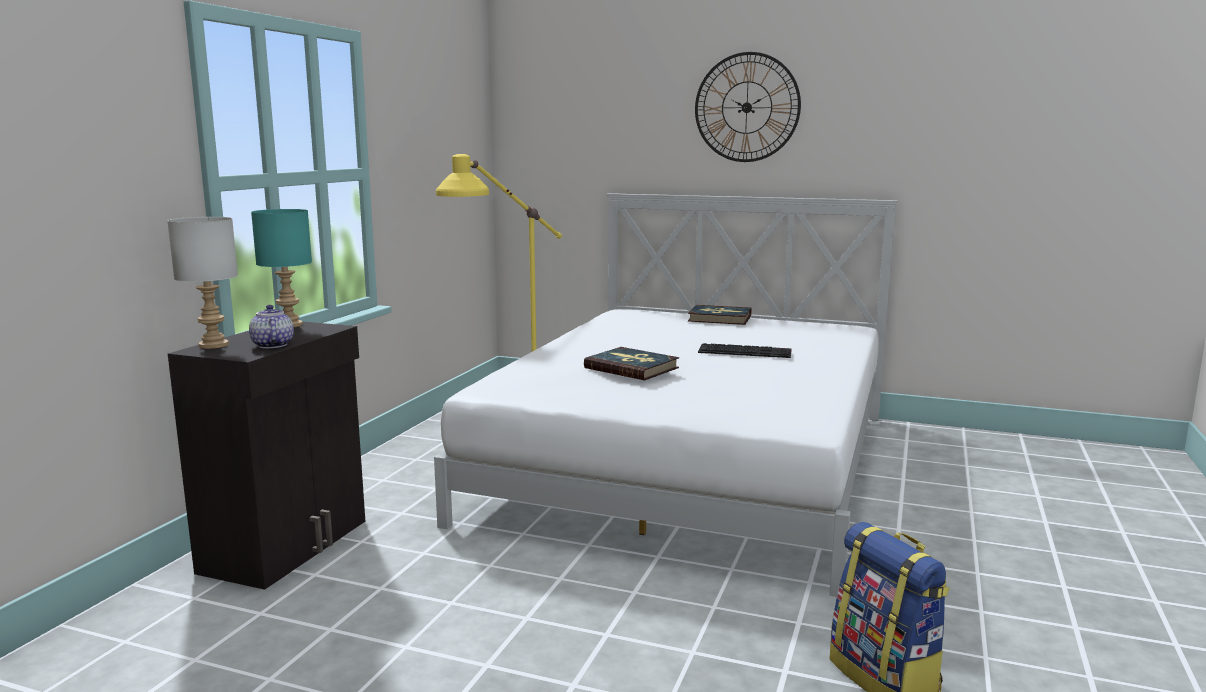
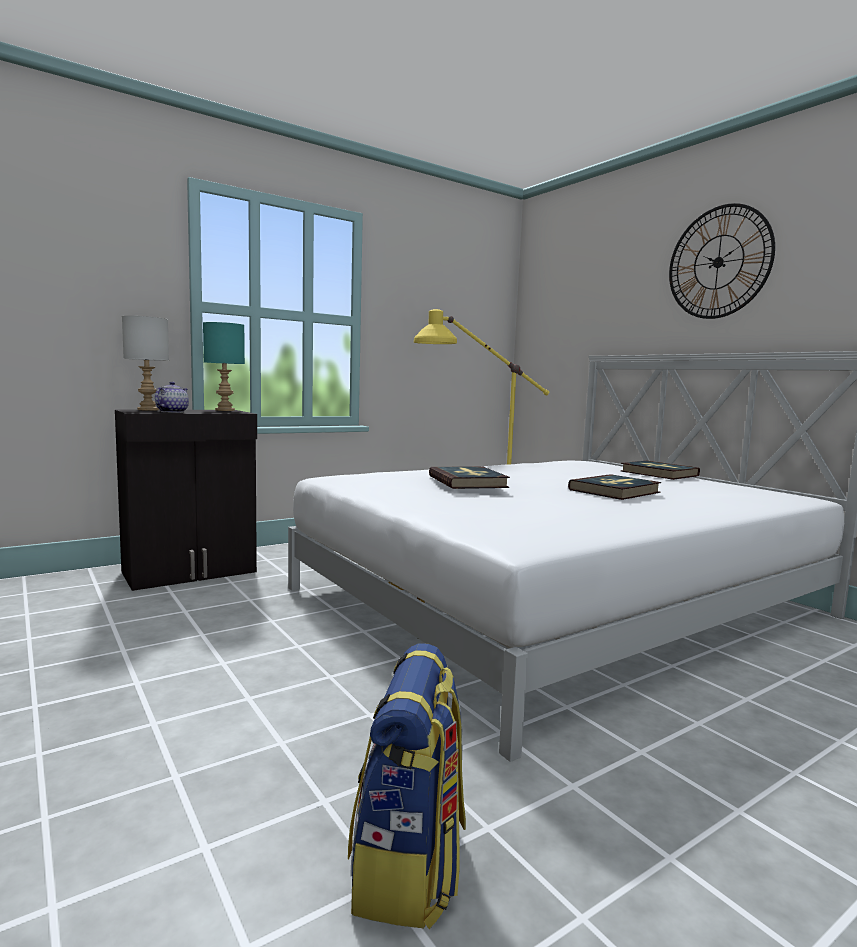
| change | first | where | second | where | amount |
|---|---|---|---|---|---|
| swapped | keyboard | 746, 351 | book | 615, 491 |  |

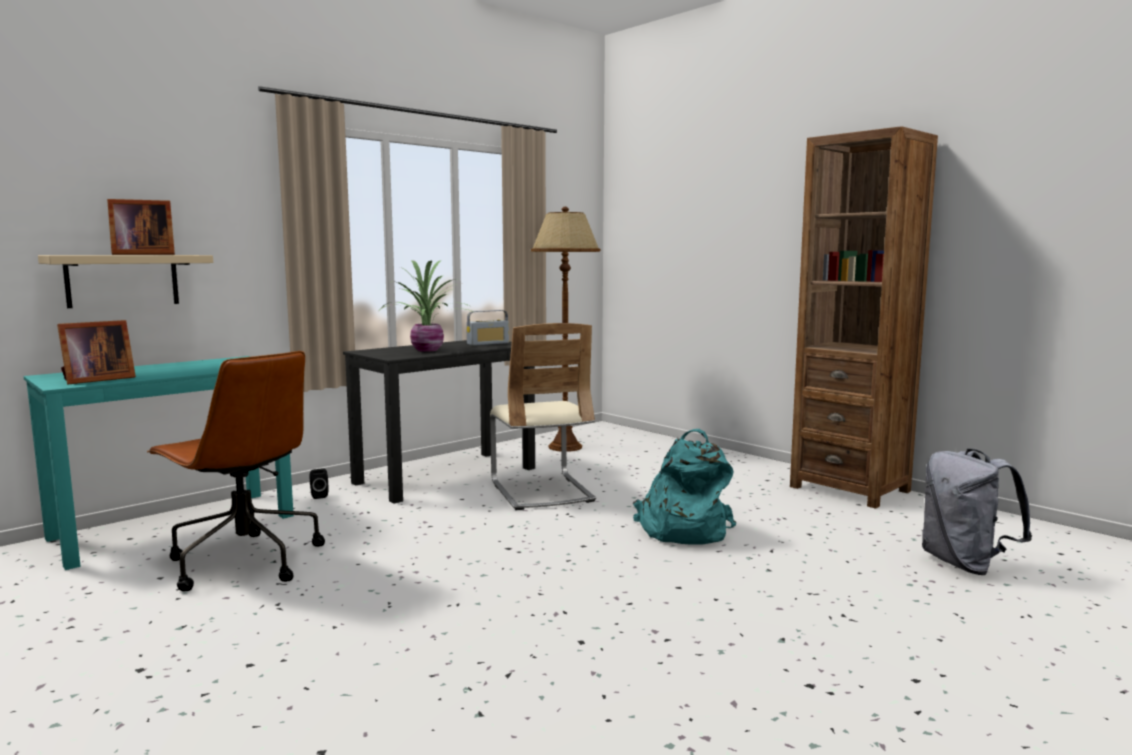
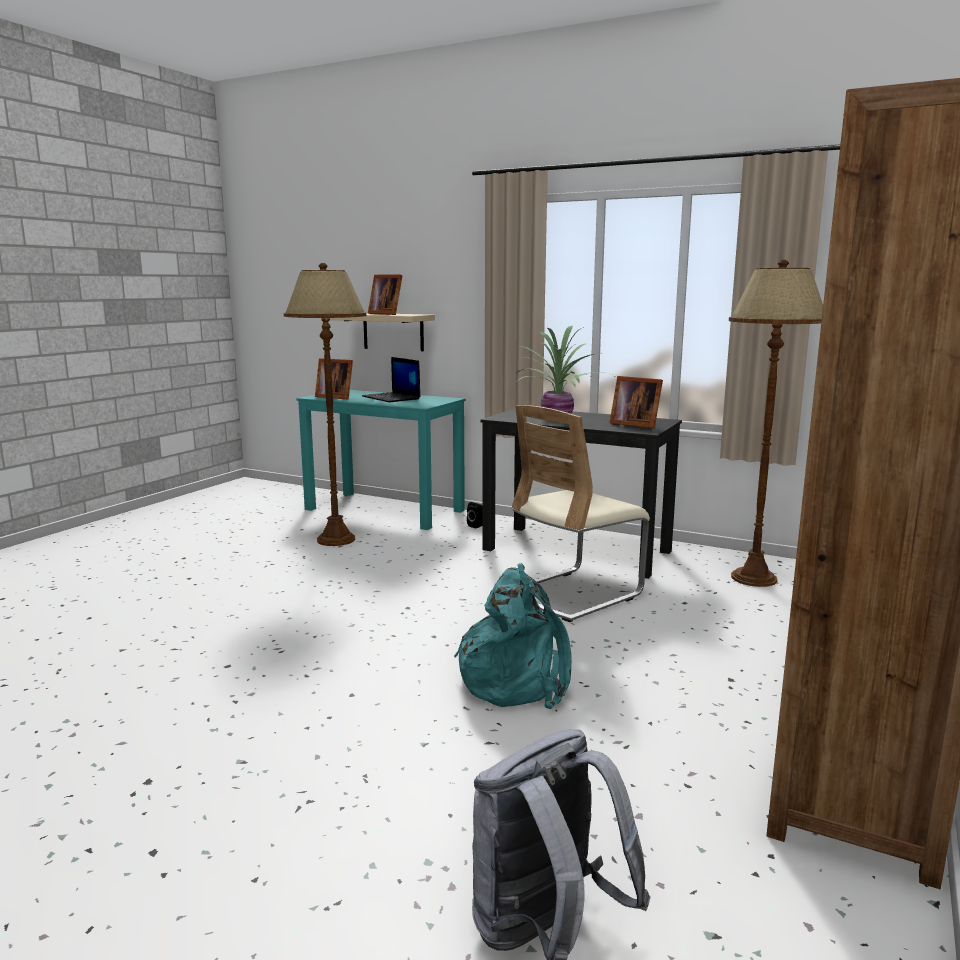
| change | first | where | second | where | amount |
|---|---|---|---|---|---|
| new |  |  | laptop | 392, 398 |  |
| swapped | office chair (brown) | 244, 561 | floor lamp (brown) | 335, 539 |  |
| swapped | radio | 488, 343 | picture frame | 634, 424 |  |

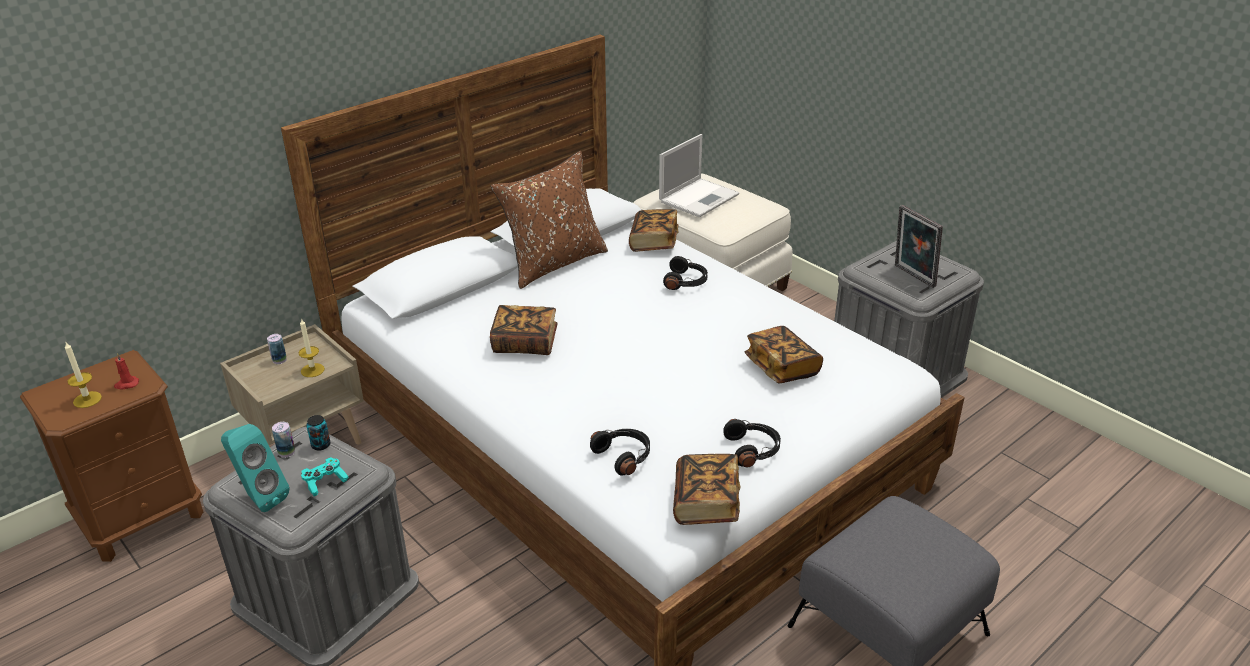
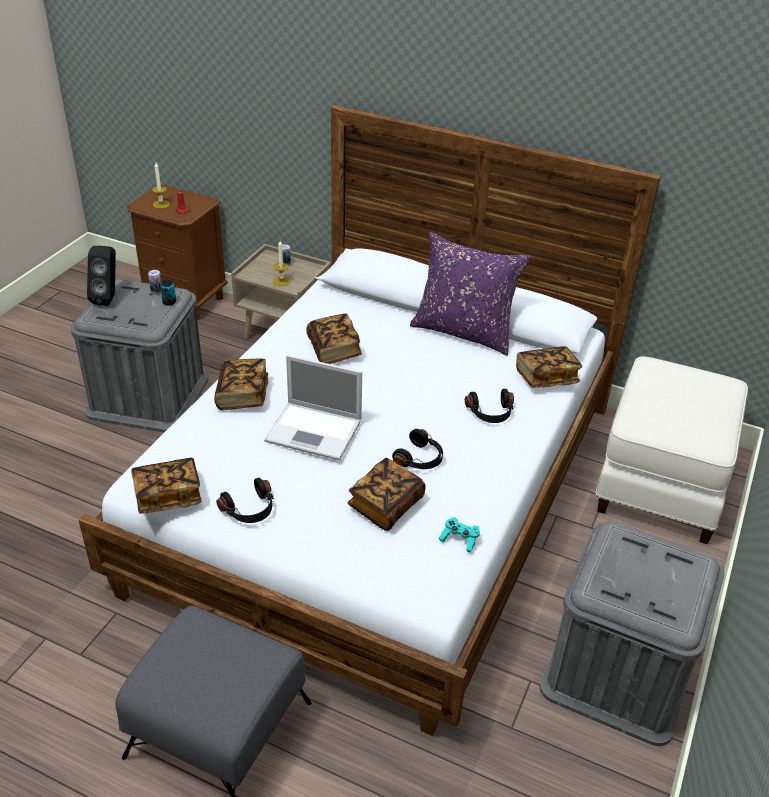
| change | first | where | second | where | amount |
|---|---|---|---|---|---|
| gone | picture frame | 912, 276 |  |  |  |
| new |  |  | book | 242, 395 |  |
| shifted | game controller (turquoise) | 325, 482 |  | 459, 539 |  |
| shifted | headphones (black) | 624, 456 |  | 420, 459 |  |
| shifted | laptop | 699, 197 |  | 315, 431 |  |
| repainted | speaker (turquoise) | 260, 498 | speaker (black) | 108, 298 |  |
| repainted | pillow (brown) | 553, 263 | pillow (purple) | 464, 332 |  |

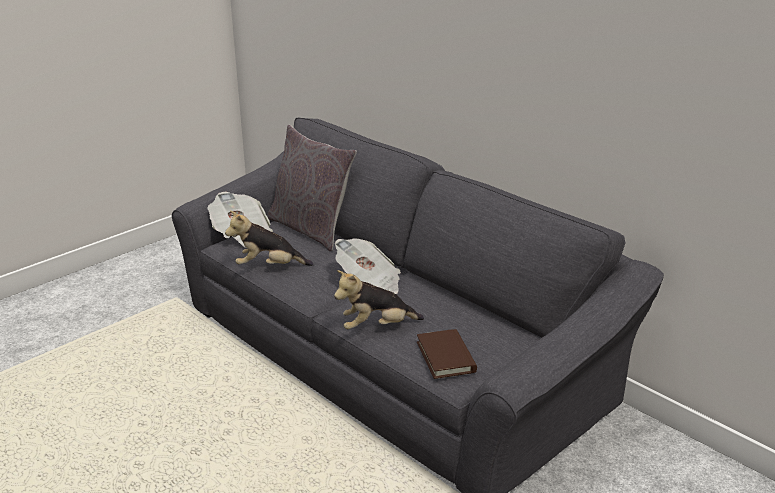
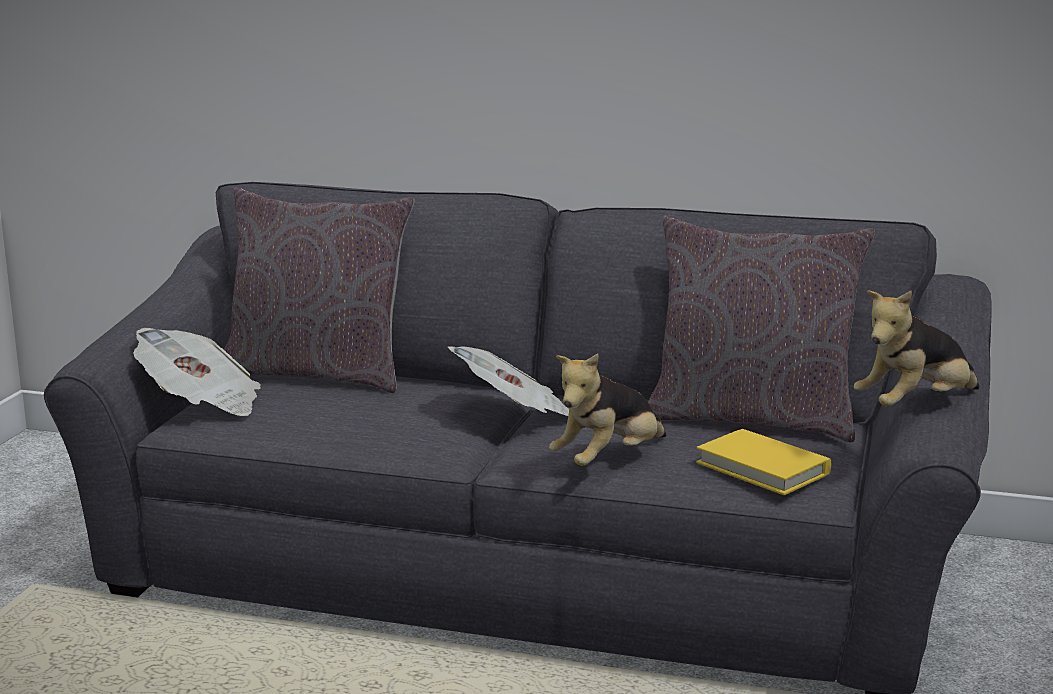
| change | first | where | second | where | amount |
|---|---|---|---|---|---|
| new |  |  | pillow (grey) | 751, 419 |  |
| shifted | plush toy | 269, 266 |  | 915, 406 |  |
| repainted | book (brown) | 446, 357 | book (yellow) | 762, 468 |  |

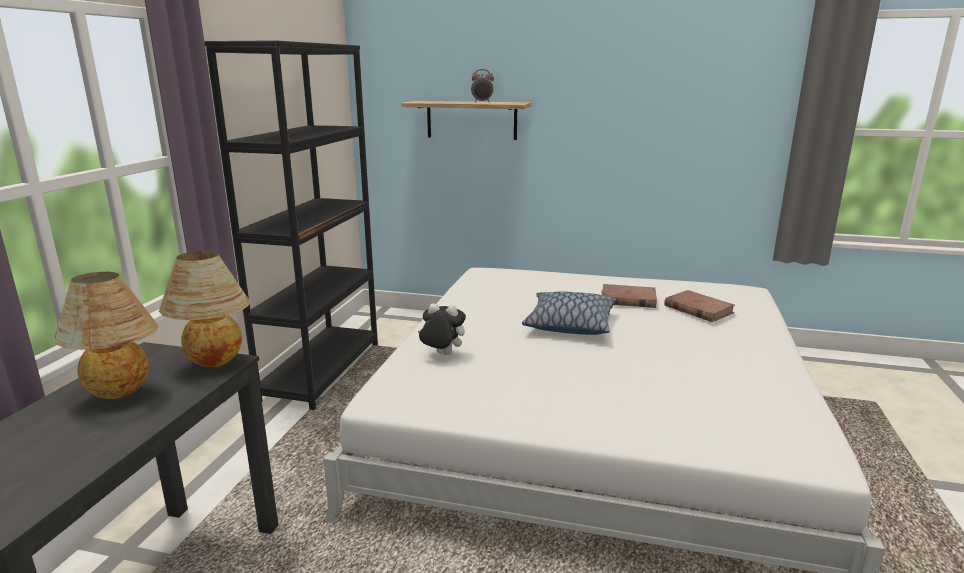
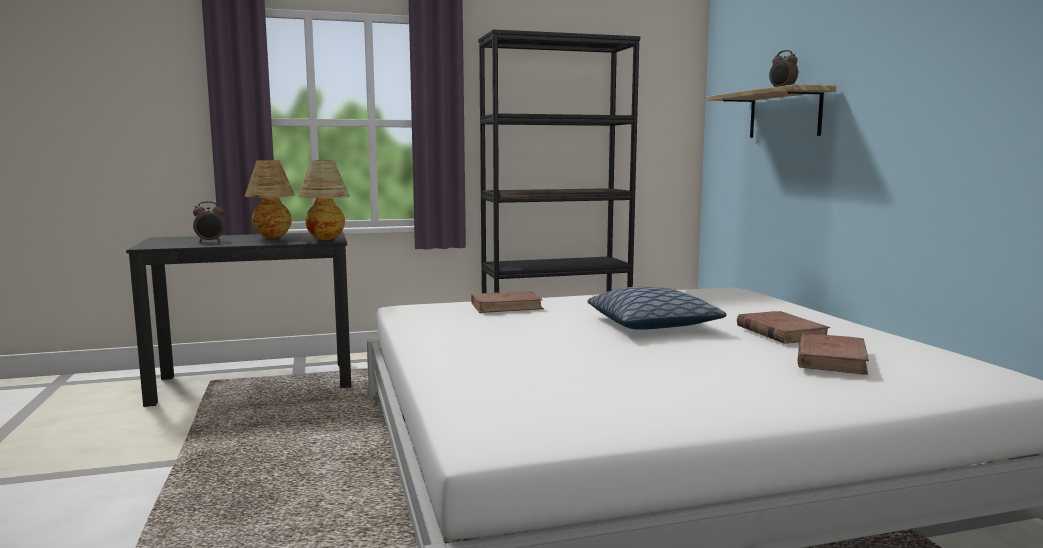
| change | first | where | second | where | amount |
|---|---|---|---|---|---|
| new |  |  | alarm clock | 210, 241 |  |
| swapped | plush toy | 441, 354 | book (brown) | 506, 306 |  |

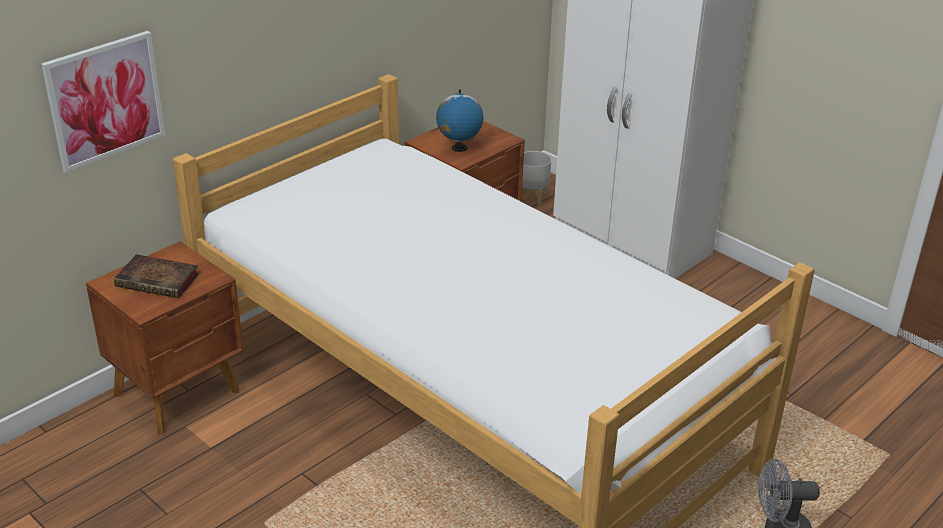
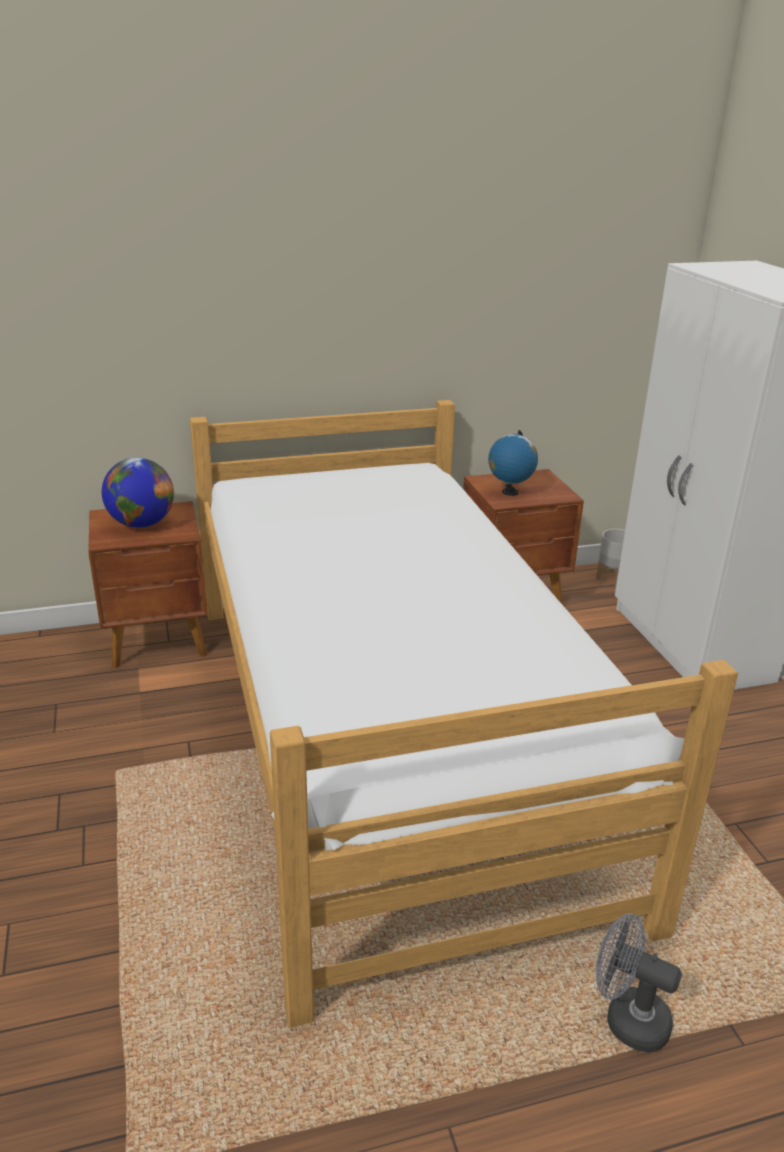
| change | first | where | second | where | amount |
|---|---|---|---|---|---|
| gone | picture | 105, 100 |  |  |  |
| swapped | book | 159, 281 | globe | 142, 524 |  |

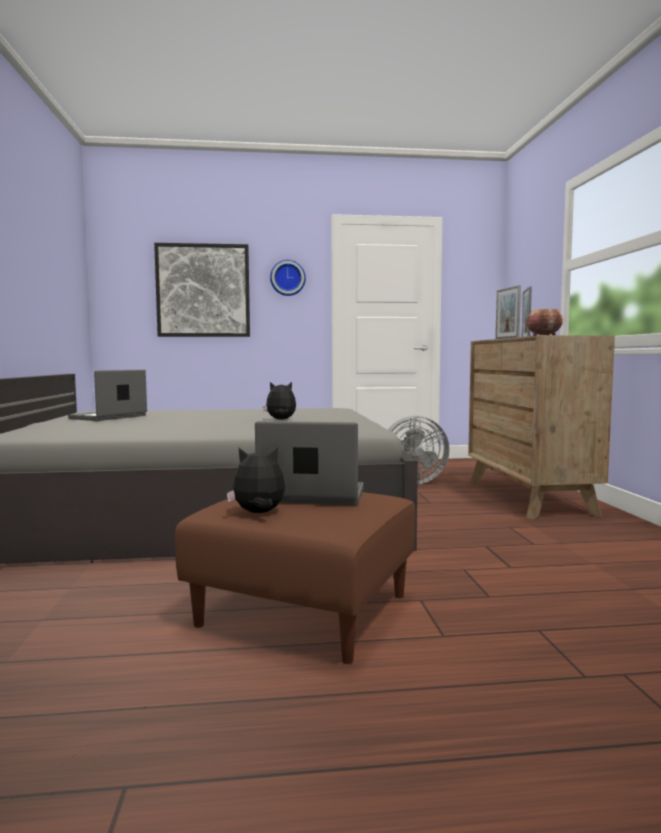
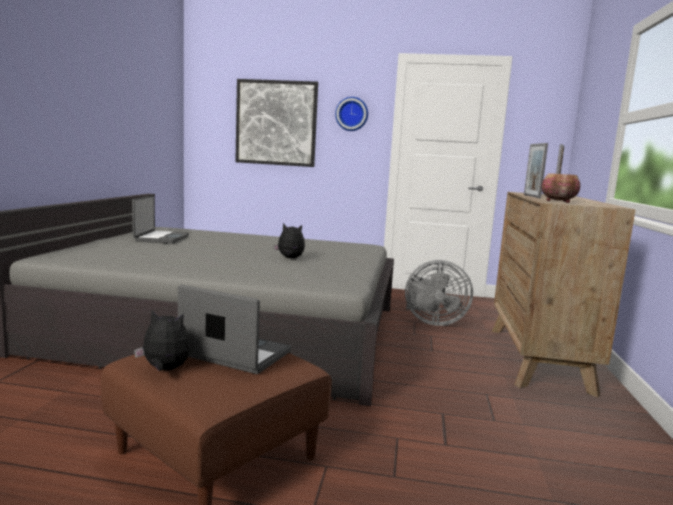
| change | first | where | second | where | amount |
|---|---|---|---|---|---|
| rotated | laptop | 109, 417 |  | 161, 238 | 135 degrees clockwise |

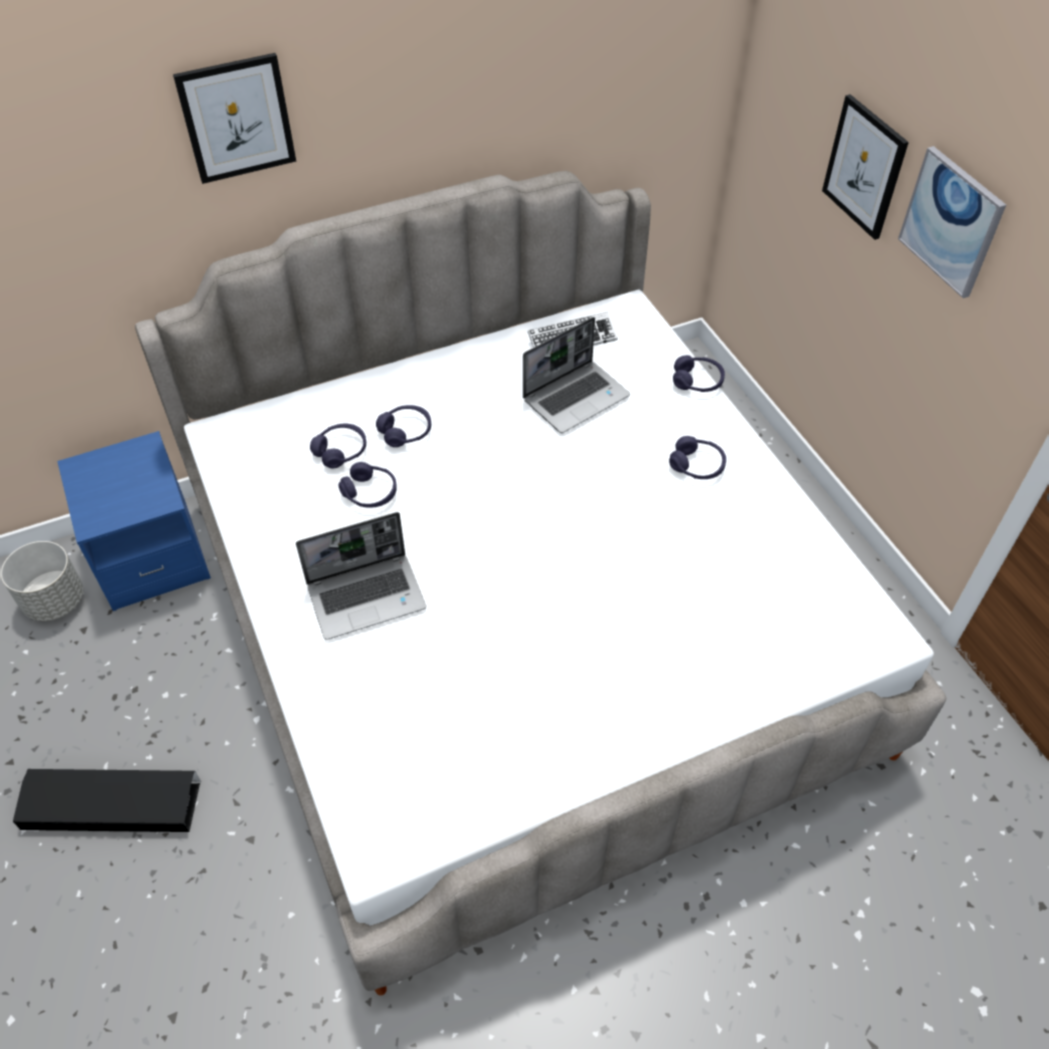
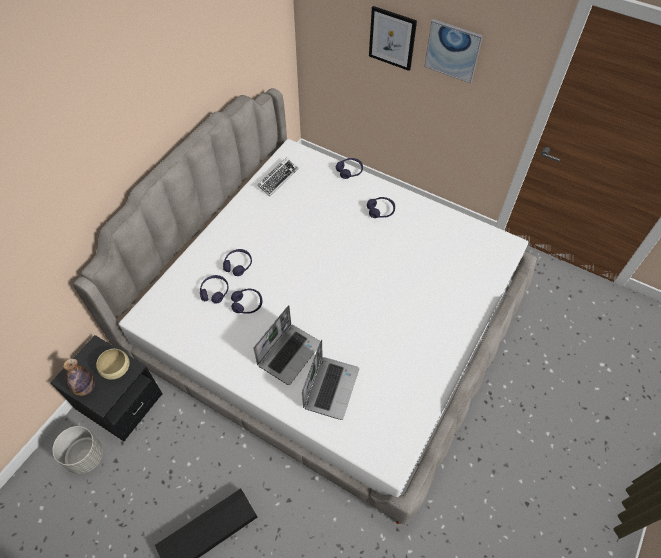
| change | first | where | second | where | amount |
|---|---|---|---|---|---|
| gone | picture | 237, 118 |  |  |  |
| new |  |  | bottle | 85, 388 |  |
| new |  |  | bowl (beige) | 115, 368 |  |
| shifted | laptop | 576, 397 |  | 330, 387 |  |
| repainted | nightstand (blue) | 151, 556 | nightstand (black) | 119, 402 |  |

